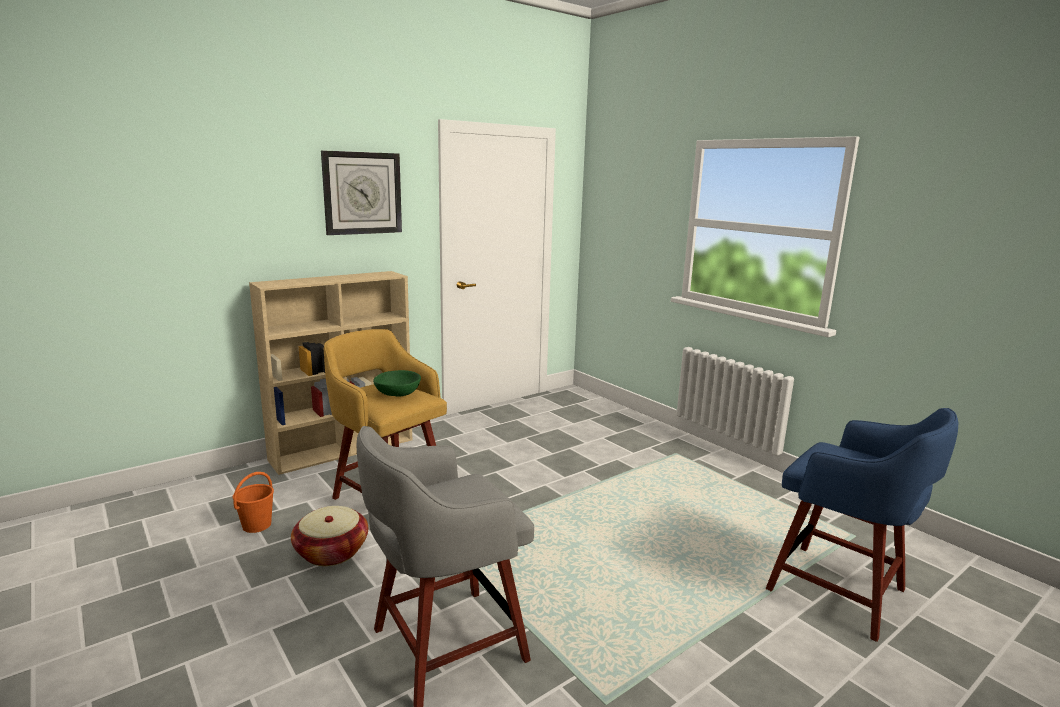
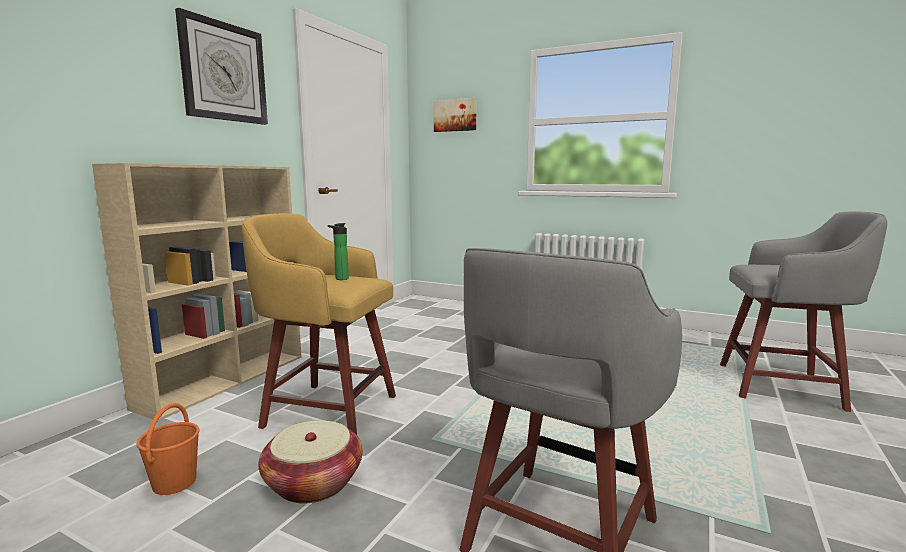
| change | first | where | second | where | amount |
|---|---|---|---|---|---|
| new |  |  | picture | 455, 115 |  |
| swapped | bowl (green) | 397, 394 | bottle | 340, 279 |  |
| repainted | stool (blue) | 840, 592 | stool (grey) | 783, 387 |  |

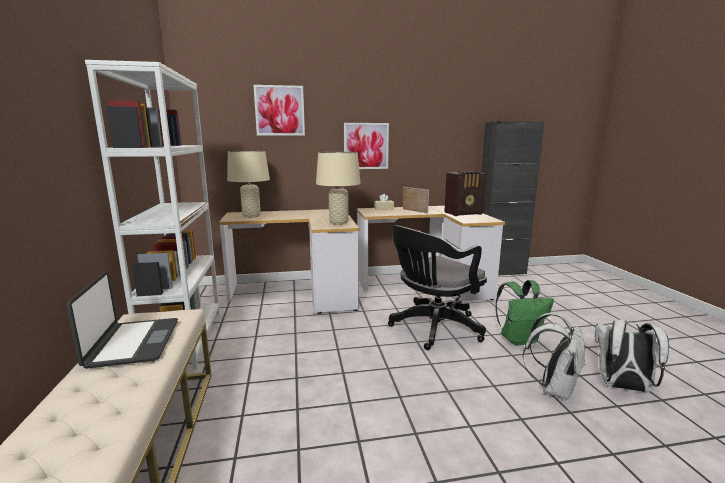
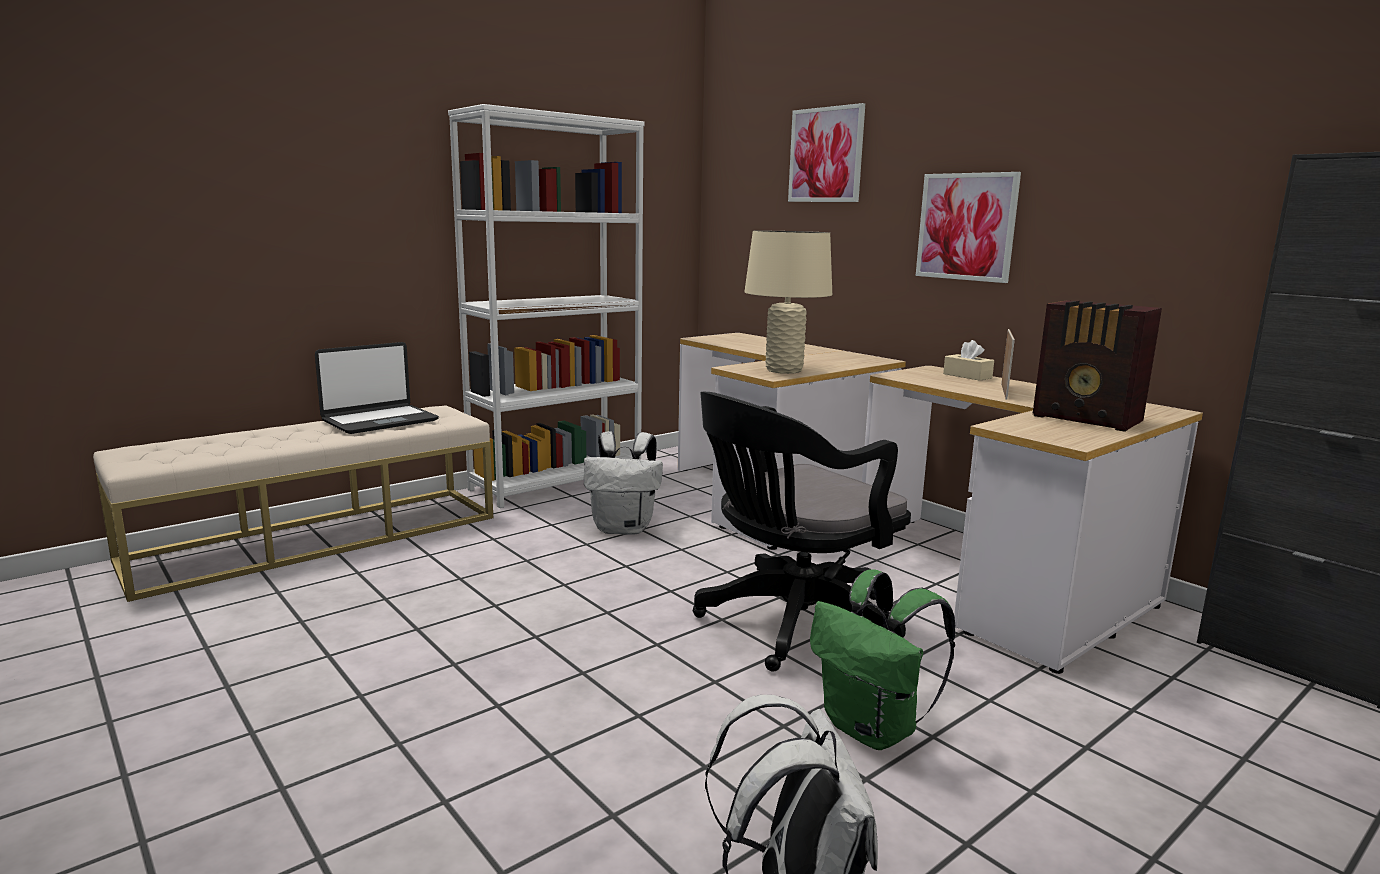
| change | first | where | second | where | amount |
|---|---|---|---|---|---|
| gone | table lamp (beige) | 251, 216 |  |  |  |
| shifted | backpack (white) | 553, 388 |  | 624, 528 |  |
| rotated | office chair (black) | 432, 329 |  | 791, 625 | 60 degrees counterclockwise |

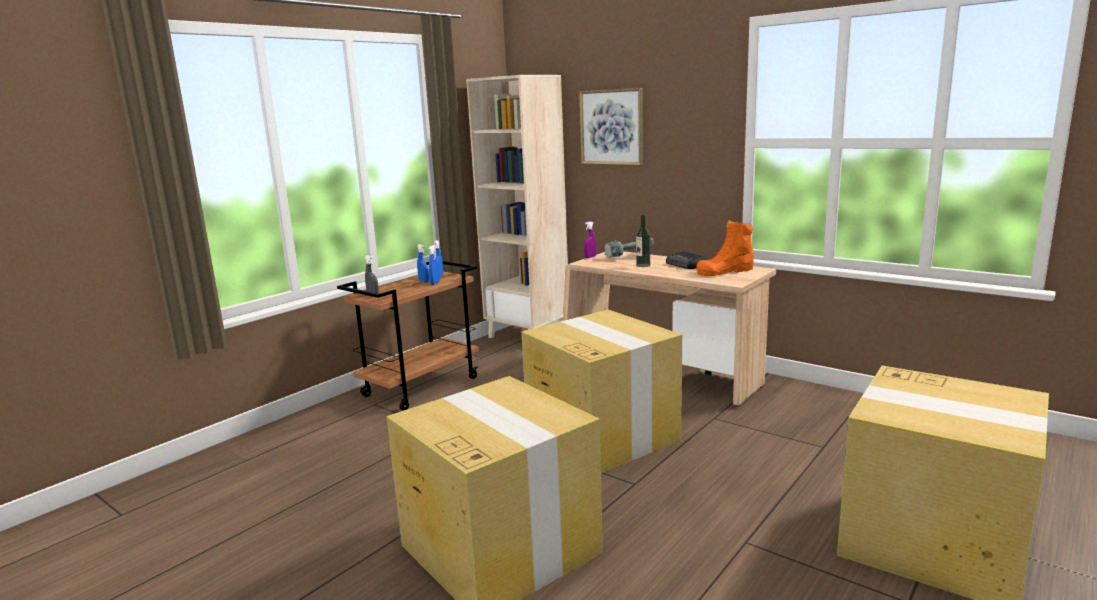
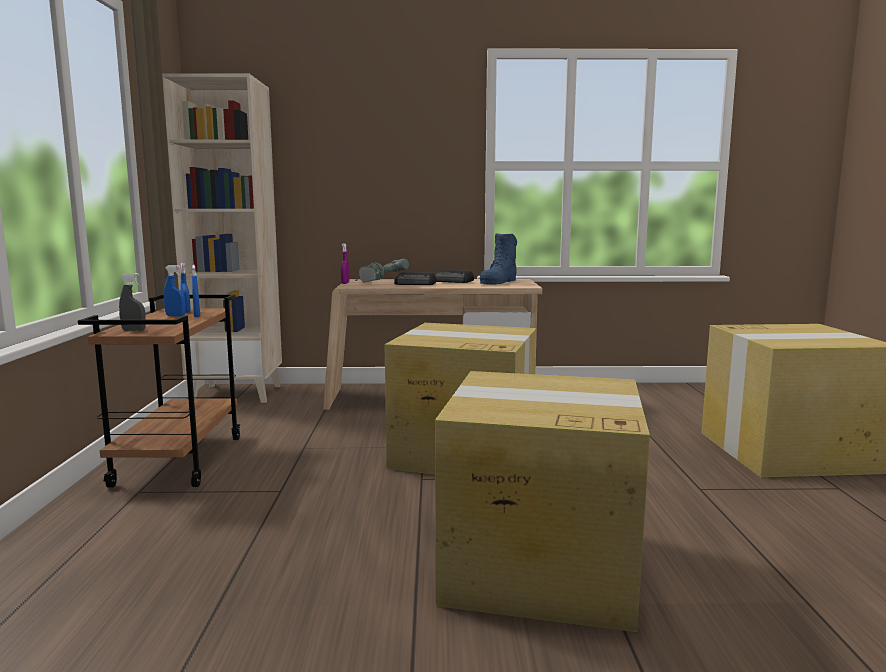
| change | first | where | second | where | amount |
|---|---|---|---|---|---|
| gone | picture | 611, 127 |  |  |  |
| swapped | bottle | 643, 265 | radio | 416, 284 |  |
| repainted | boot (orange) | 725, 271 | boot (blue) | 499, 282 |  |

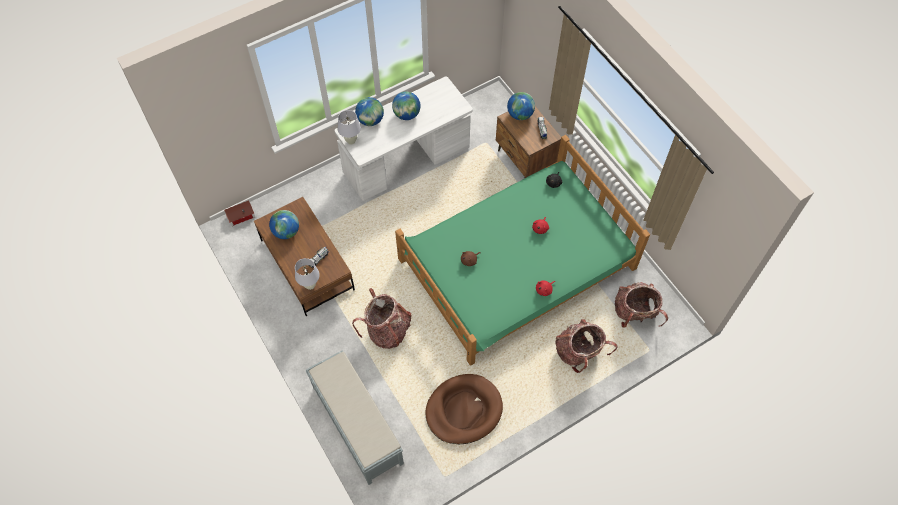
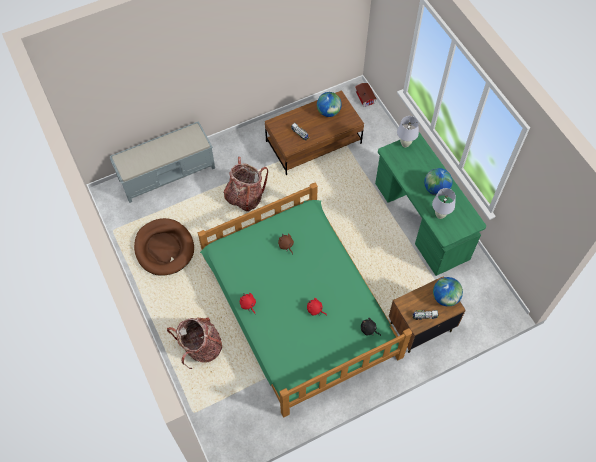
| change | first | where | second | where | amount |
|---|---|---|---|---|---|
| gone | globe | 370, 120 |  |  |  |
| gone | backpack | 635, 314 |  |  |  |
| shifted | table lamp (white) | 310, 286 |  | 440, 215 |  |
| repainted | desk (white) | 406, 160 | desk (green) | 421, 221 |  |

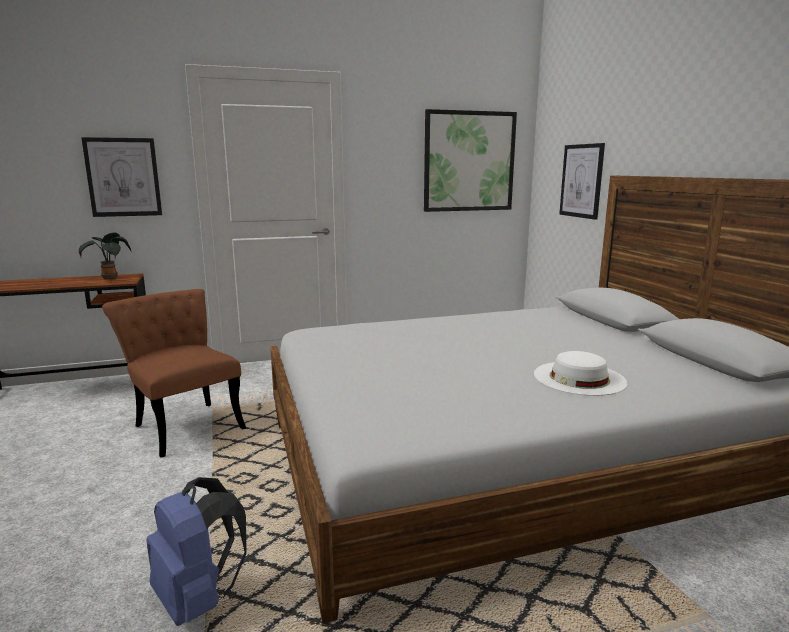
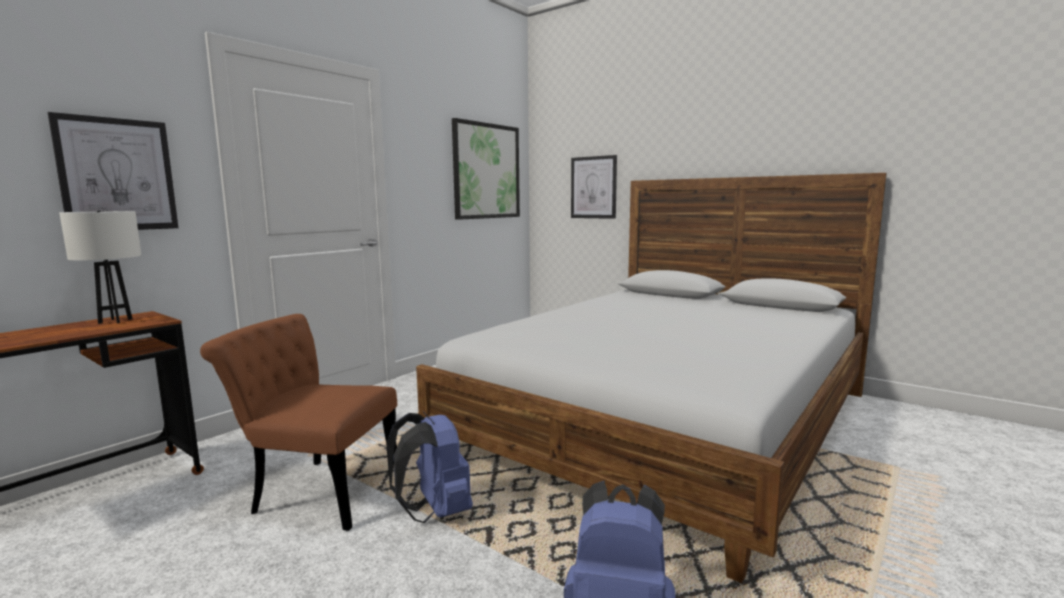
| change | first | where | second | where | amount |
|---|---|---|---|---|---|
| gone | hat (white) | 579, 378 |  |  |  |
| new |  |  | backpack (blue) | 435, 512 |  |
| swapped | potted plant | 110, 278 | table lamp (white) | 115, 321 |  |

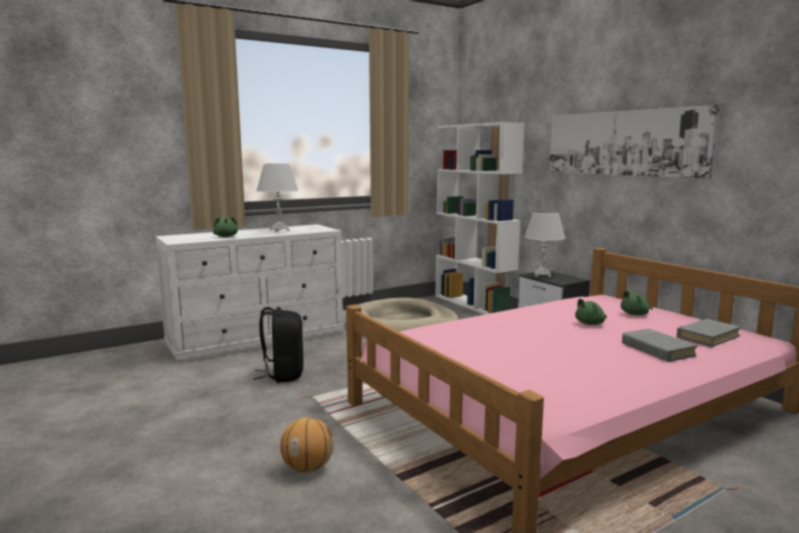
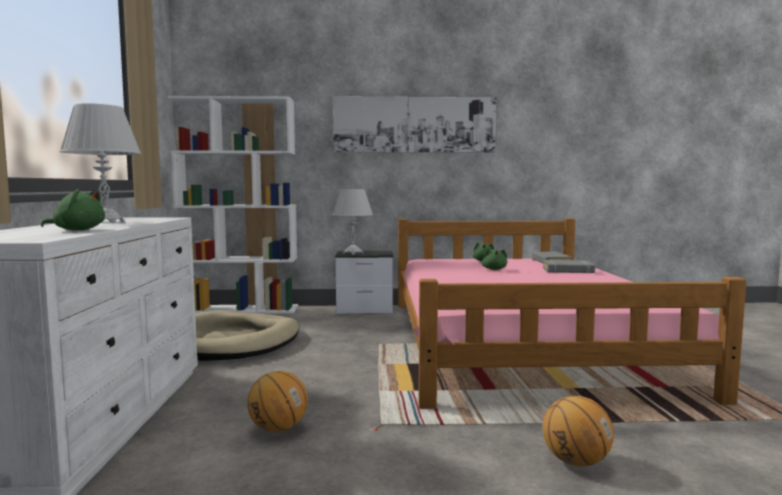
| change | first | where | second | where | amount |
|---|---|---|---|---|---|
| swapped | backpack (black) | 282, 374 | basketball | 278, 429 |  |

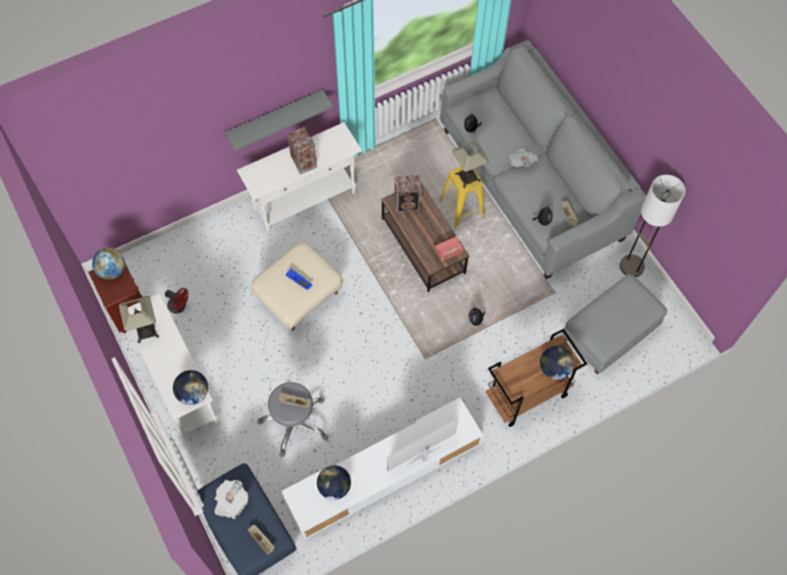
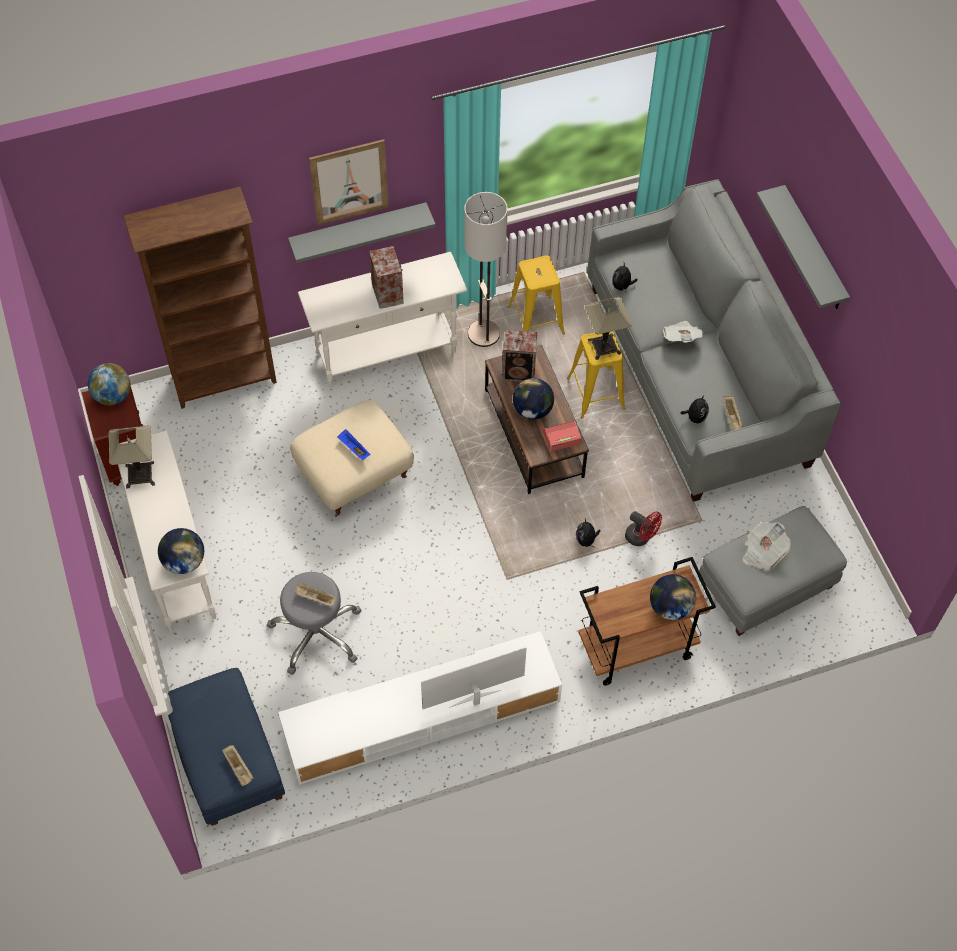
| change | first | where | second | where | amount |
|---|---|---|---|---|---|
| new |  |  | bookcase (brown) | 225, 380 |  |
| new |  |  | picture | 349, 182 |  |
| new |  |  | stool (yellow) | 536, 320 |  |
| new |  |  | shelf (grey) | 813, 250 |  |
| shifted | fan (red) | 179, 306 |  | 641, 538 |  |
| shifted | newspaper | 230, 502 |  | 763, 552 |  |
| shifted | globe | 334, 487 |  | 532, 410 |  |
| shifted | floor lamp | 632, 266 |  | 484, 334 |  |

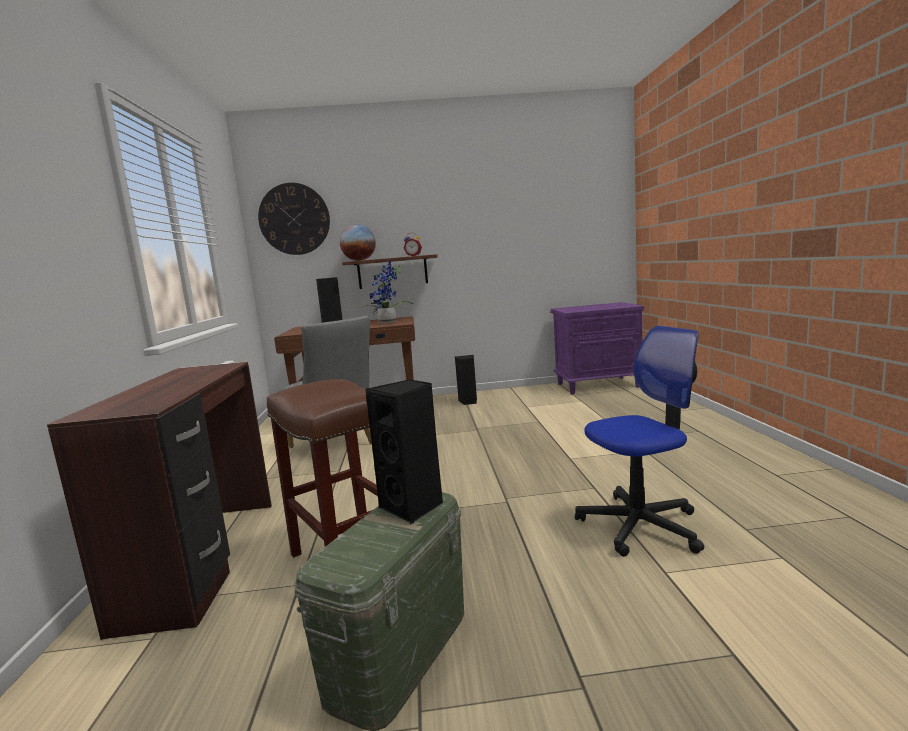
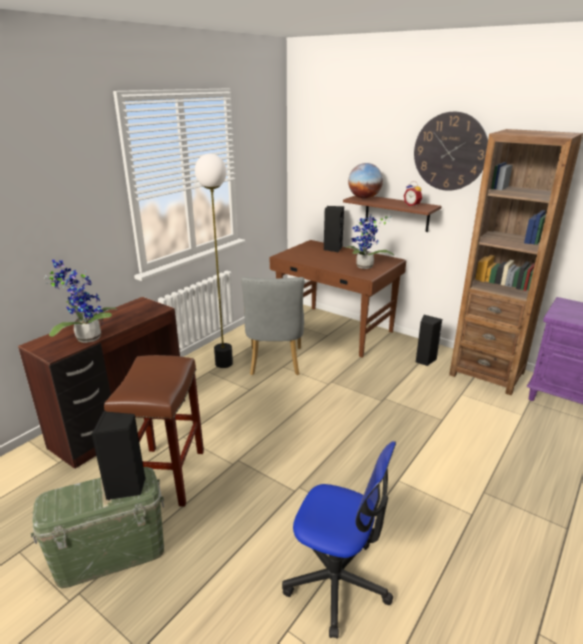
| change | first | where | second | where | amount |
|---|---|---|---|---|---|
| new |  |  | potted plant | 86, 337 |  |
| new |  |  | floor lamp | 223, 363 |  |
| new |  |  | bookcase (brown) | 487, 373 |  |
| shifted | wall clock | 294, 219 |  | 450, 152 |  |

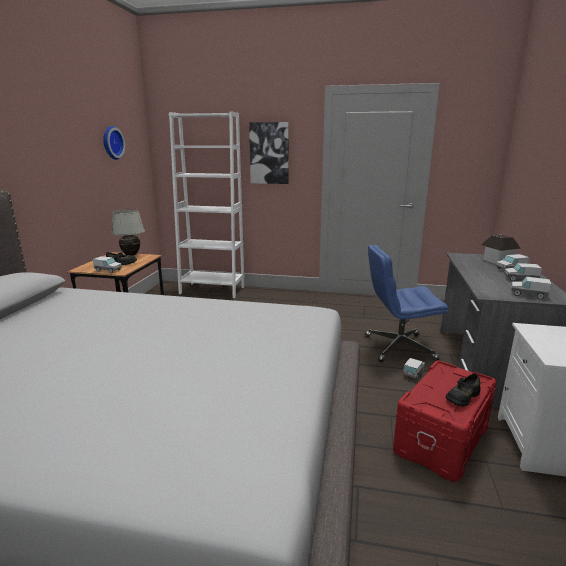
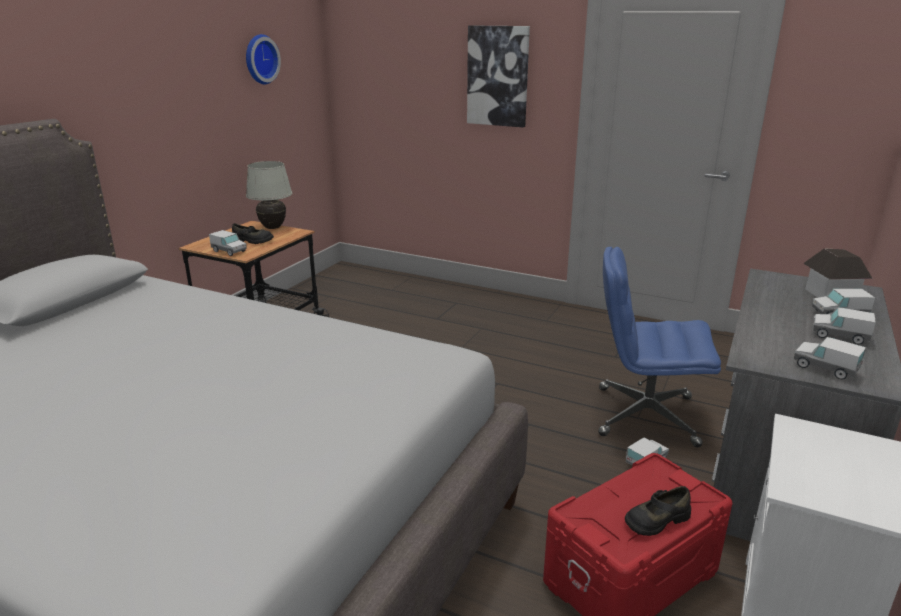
| change | first | where | second | where | amount |
|---|---|---|---|---|---|
| gone | bookcase (white) | 212, 290 |  |  |  |

